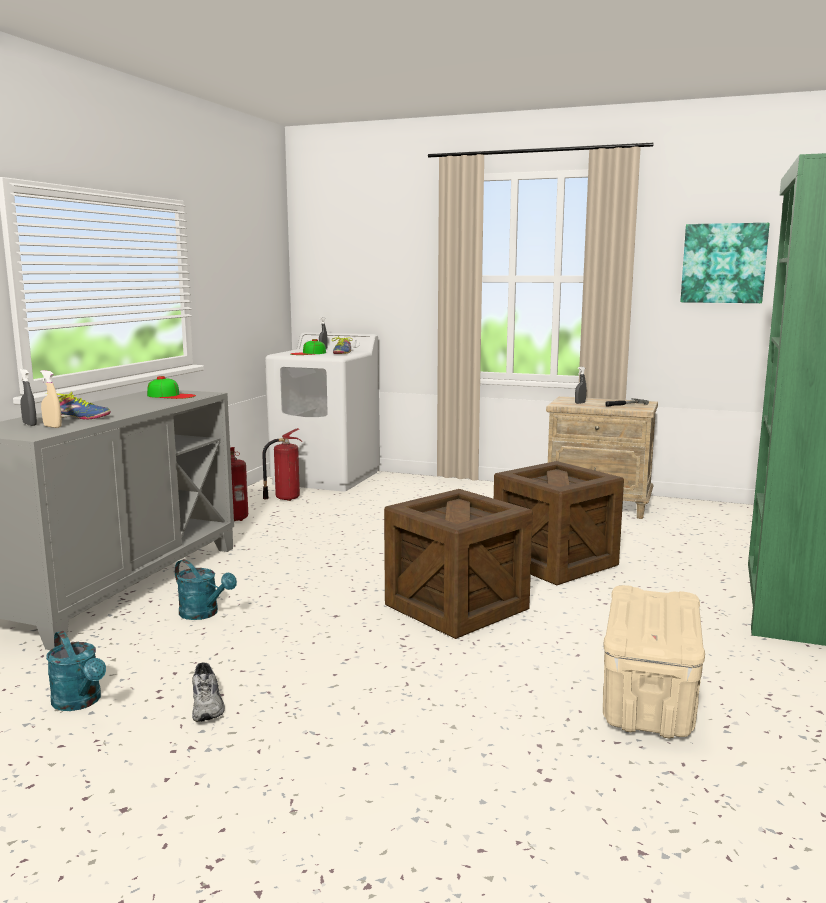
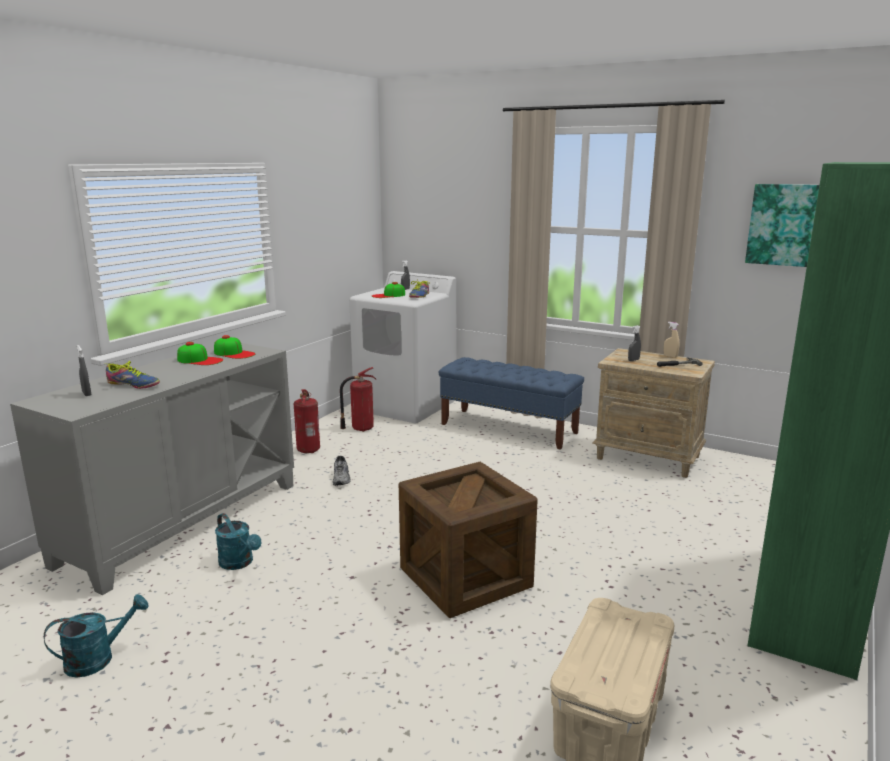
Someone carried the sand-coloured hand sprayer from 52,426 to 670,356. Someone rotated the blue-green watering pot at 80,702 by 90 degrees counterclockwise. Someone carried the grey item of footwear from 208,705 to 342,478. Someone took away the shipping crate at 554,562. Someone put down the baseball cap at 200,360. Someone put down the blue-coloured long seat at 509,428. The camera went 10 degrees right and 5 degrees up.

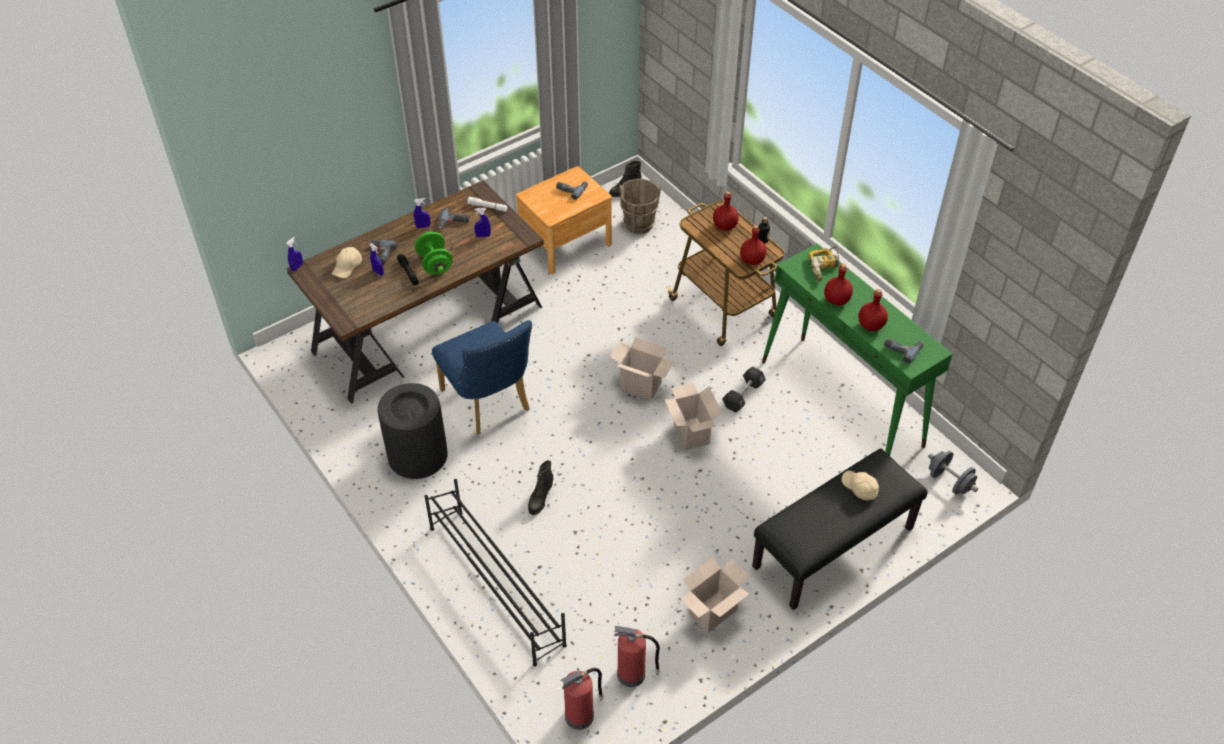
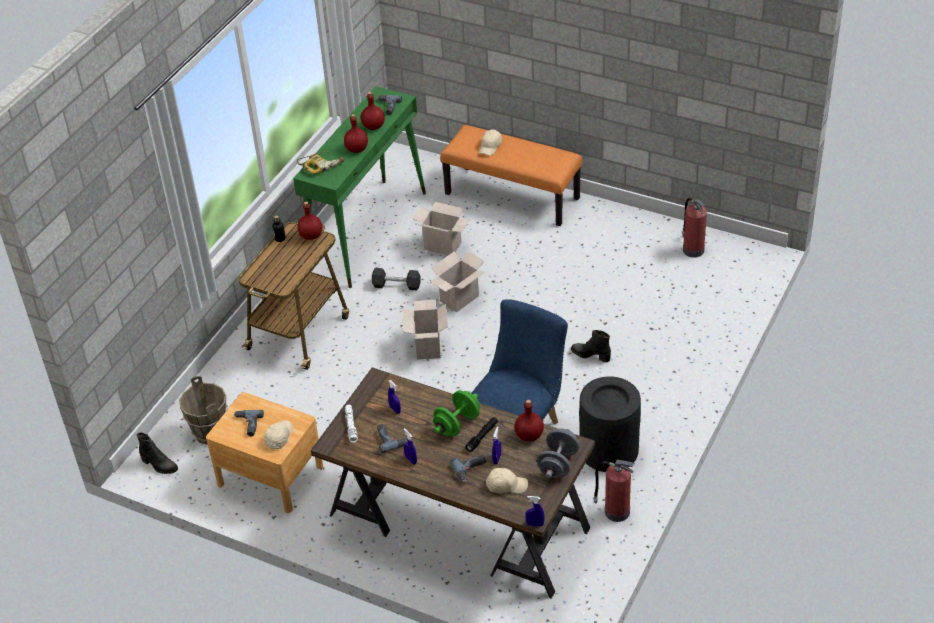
Someone took away the black shoe rack at 496,584. Someone rotated the black boot at 540,498 by 150 degrees counterclockwise. Someone carried the extinguisher from 580,715 to 615,511. Someone carried the packing box from 712,613 to 444,245. Someone carried the red-coloured drink bottle from 725,226 to 529,435. Someone repainted the black long seat at 833,549, which became the orangey long seat at 513,196. Someone carried the grey dumbbell from 949,482 to 558,464. Someone put down the sand-coloured baseball cap at 279,437. The camera went 115 degrees left and 5 degrees down.

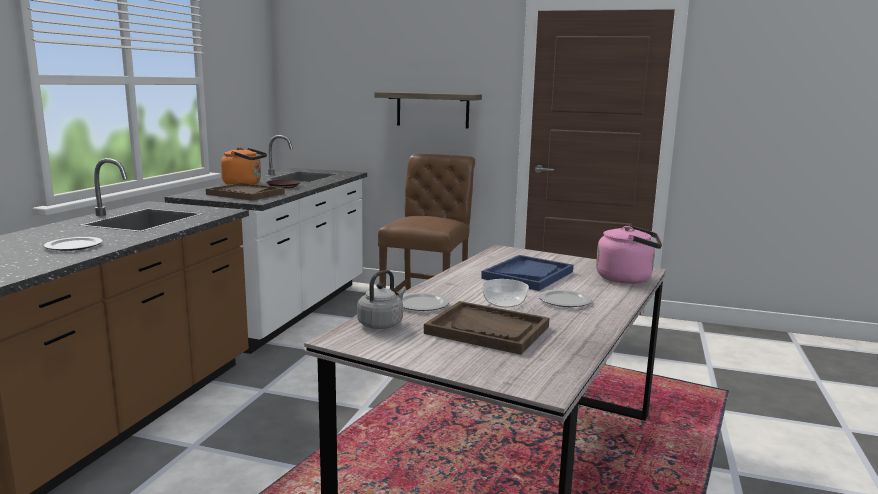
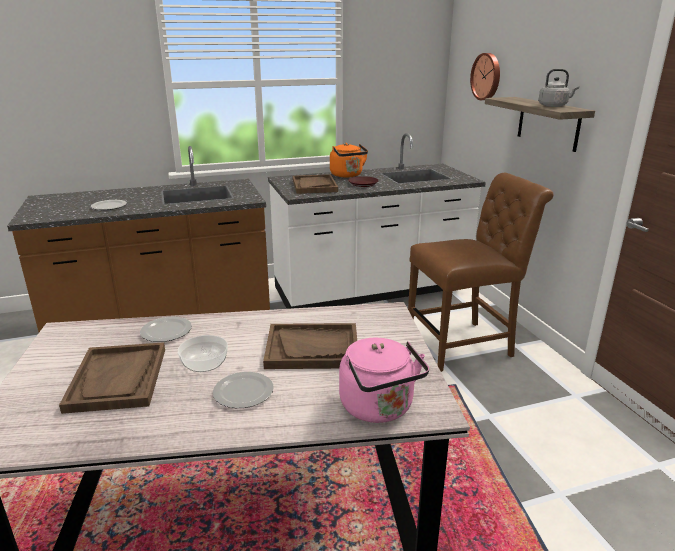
Someone carried the grey kettle from 382,324 to 554,106. Someone repainted the blue-coloured carrying tray at 528,275, which became the brown carrying tray at 312,348. Someone put up the wall clock at 487,76. The camera went 55 degrees right and 10 degrees up.

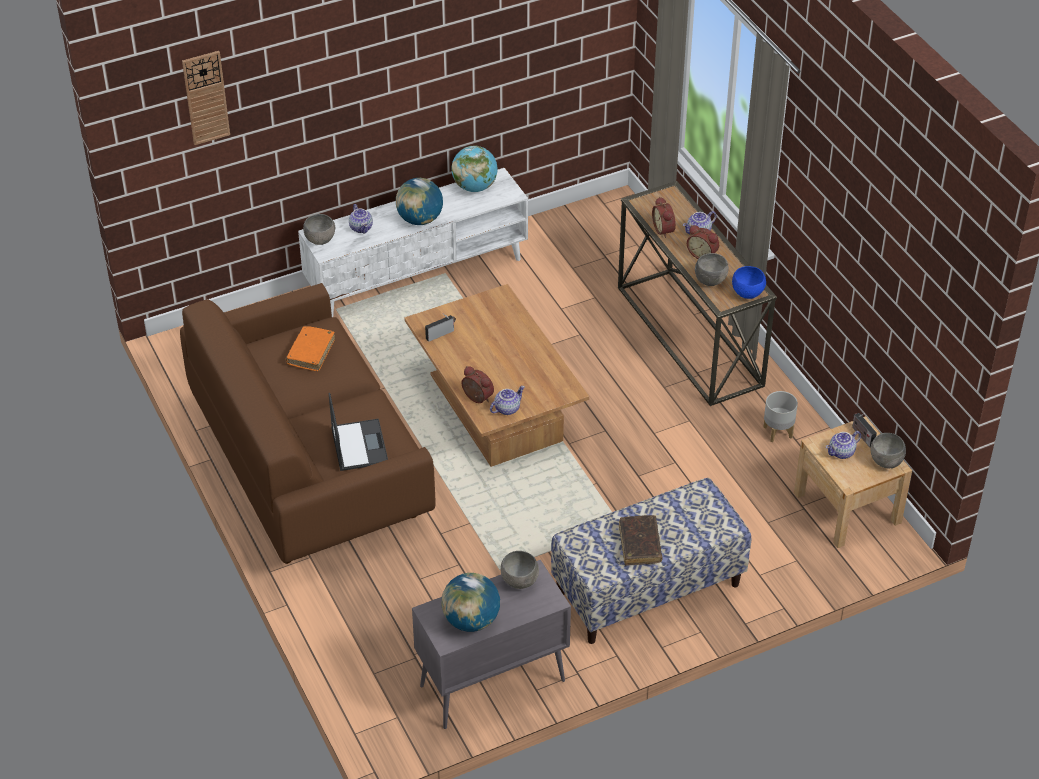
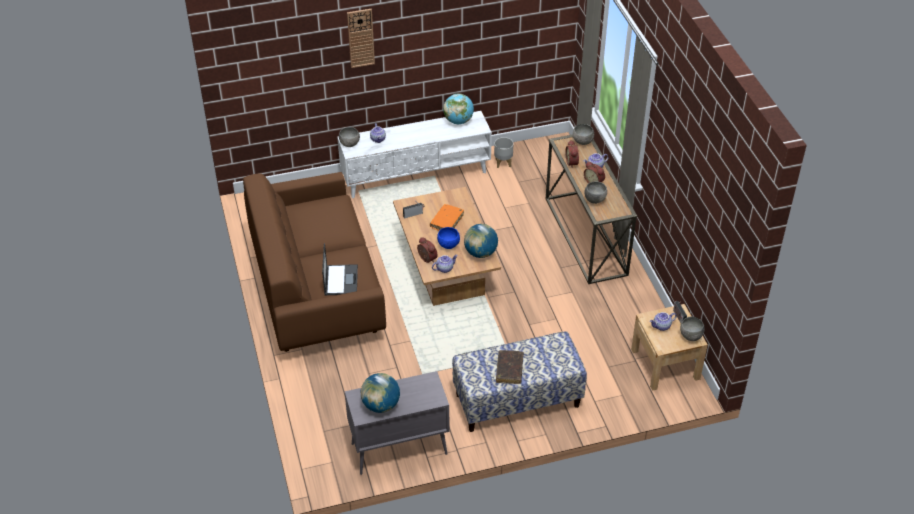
Someone carried the wall clock from 206,97 to 360,38. Someone carried the orangey volume from 311,352 to 446,221. Someone carried the desk globe from 420,219 to 480,253. Someone carried the grey bowl from 520,581 to 583,142. Someone carried the blue-coloured bowl from 748,294 to 448,245. Someone carried the grey plant pot from 778,432 to 503,163. The camera went 10 degrees right and 0 degrees up.

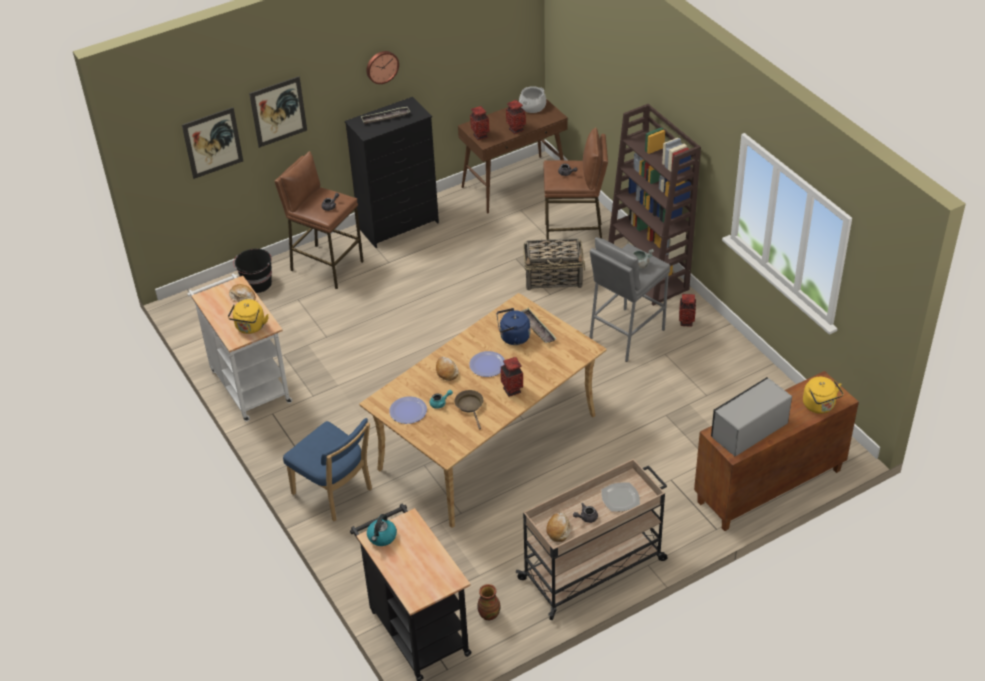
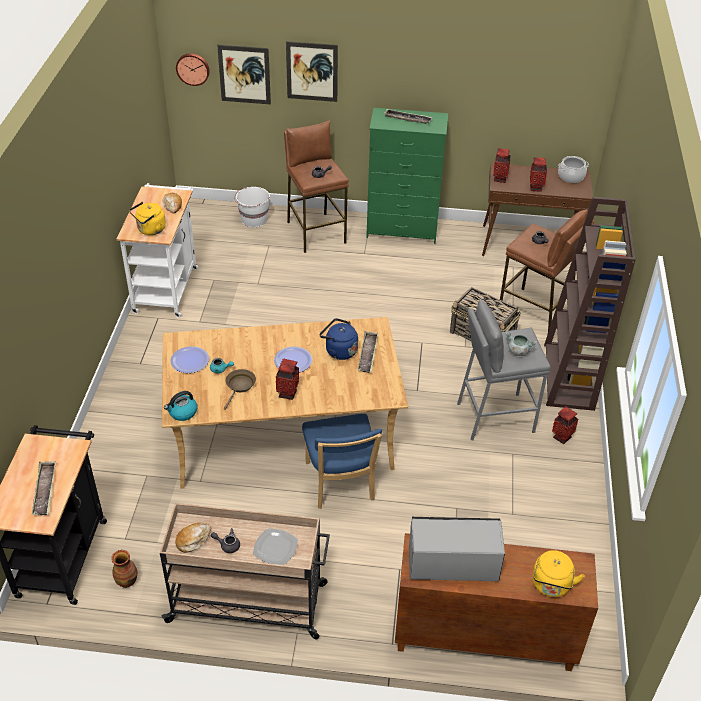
Someone repainted the black water bucket at 257,284, which became the whitish water bucket at 253,219. Someone carried the blue-coloured upright chair from 335,493 to 340,484. Someone repainted the black chest of drawers at 399,225, which became the greenish chest of drawers at 402,230. Someone carried the wall clock from 381,66 to 193,68. Someone carried the kettle from 382,537 to 182,412. Someone took away the bread at 446,371. Someone put down the carrying tray at 45,490. The camera went 35 degrees right and 0 degrees up.

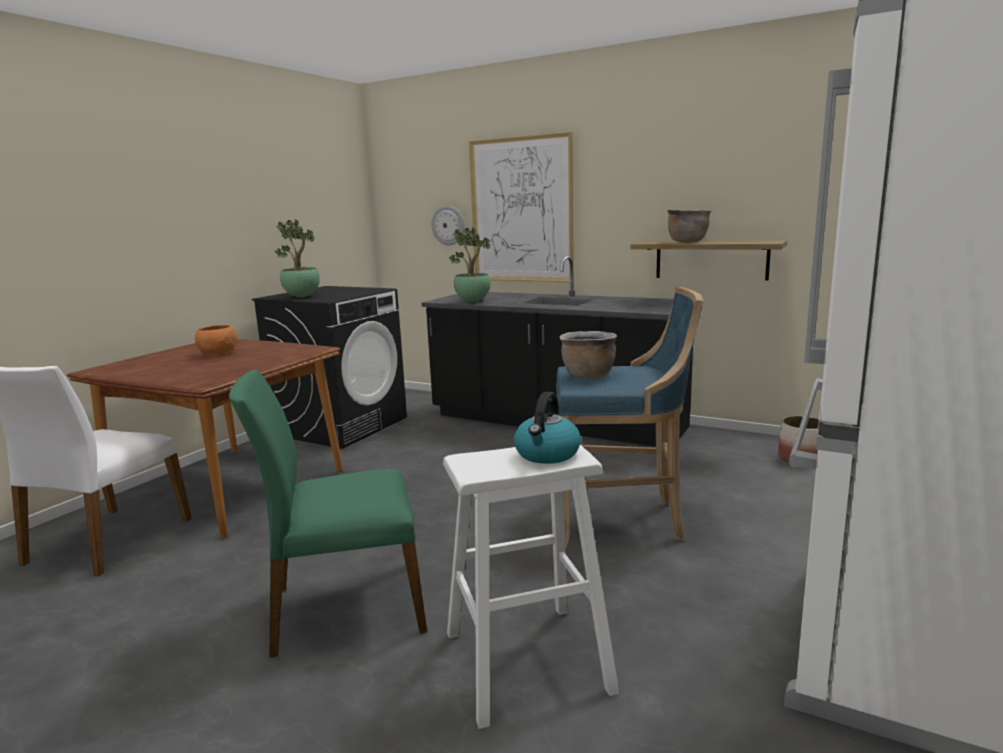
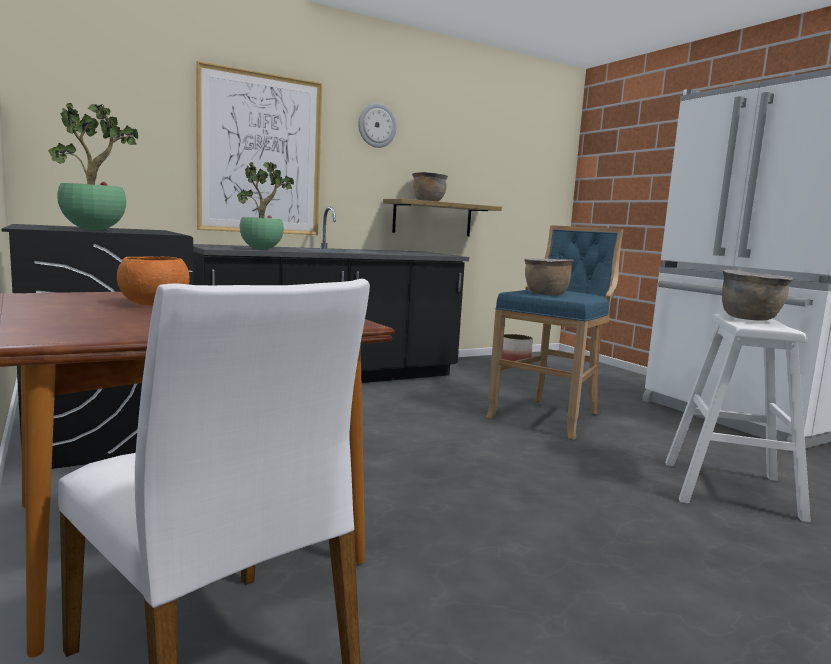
Someone took away the greenish upright chair at 345,607. Someone carried the wall clock from 448,225 to 377,125. Someone swapped the kettle at 547,454 for the brown saucepot at 750,319. The camera went 60 degrees left and 5 degrees down.

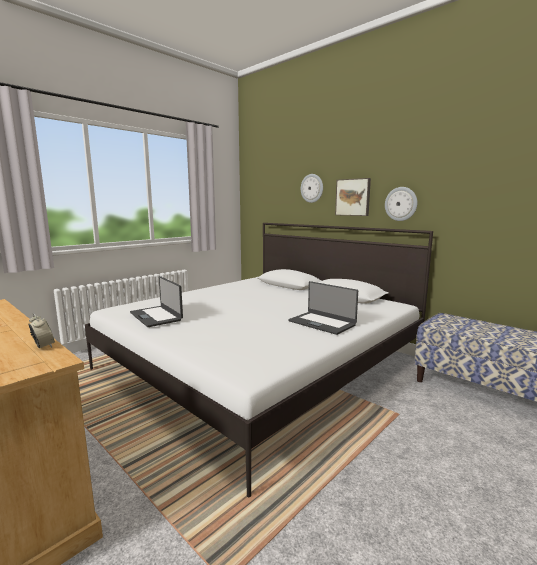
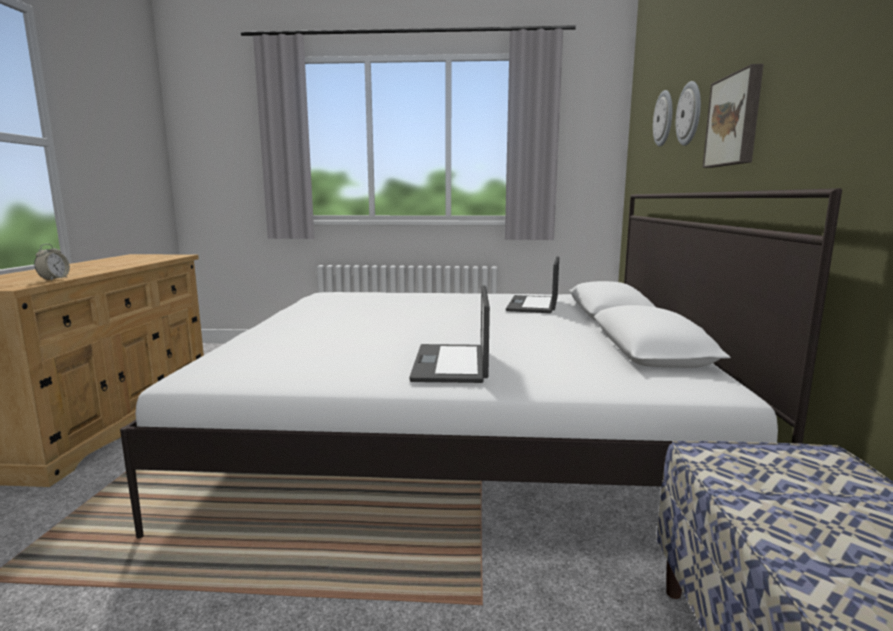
Someone carried the portable computer from 156,316 to 534,305. Someone carried the wall clock from 401,204 to 664,118. The camera went 50 degrees right and 0 degrees up.

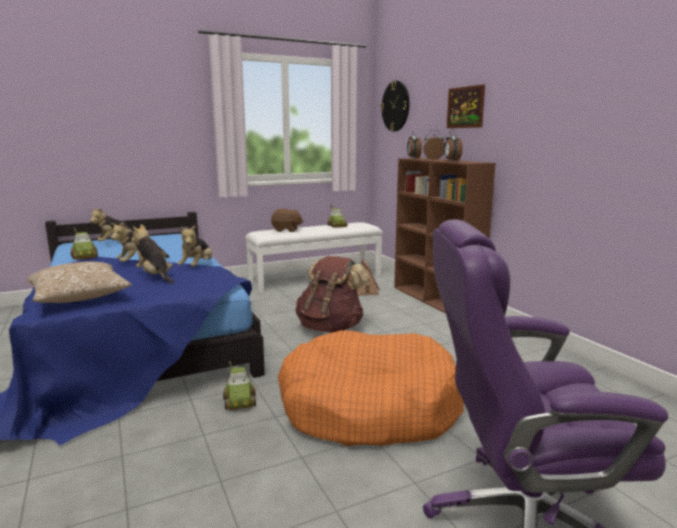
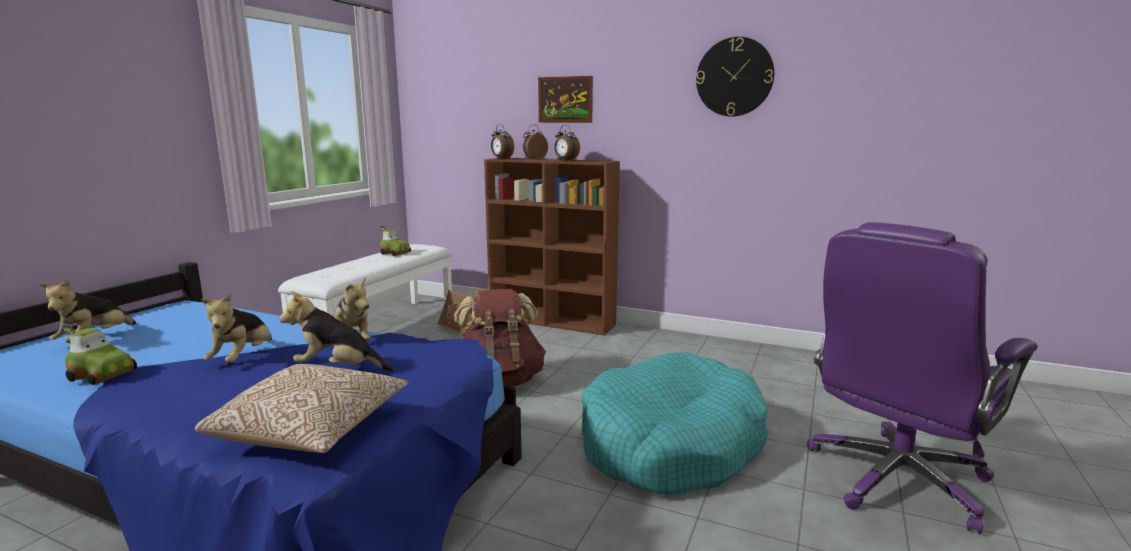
Someone took away the miniature car at 240,402. Someone took away the brown plush toy at 286,230. Someone repainted the orangey pet bed at 369,407, which became the blue-green pet bed at 670,444. Someone carried the wall clock from 395,106 to 734,77. The camera went 40 degrees left and 0 degrees up.

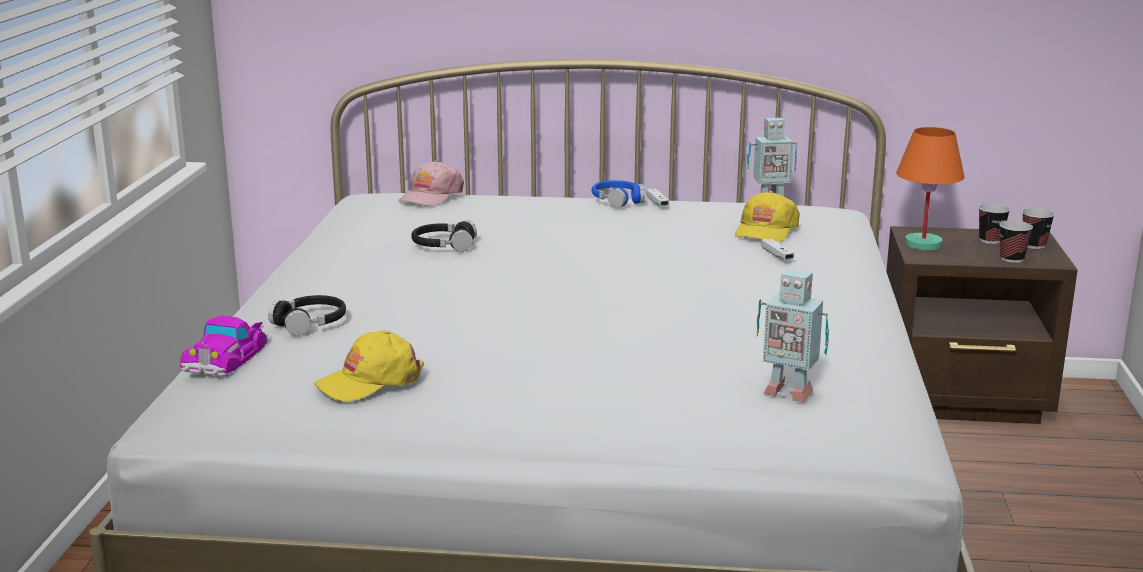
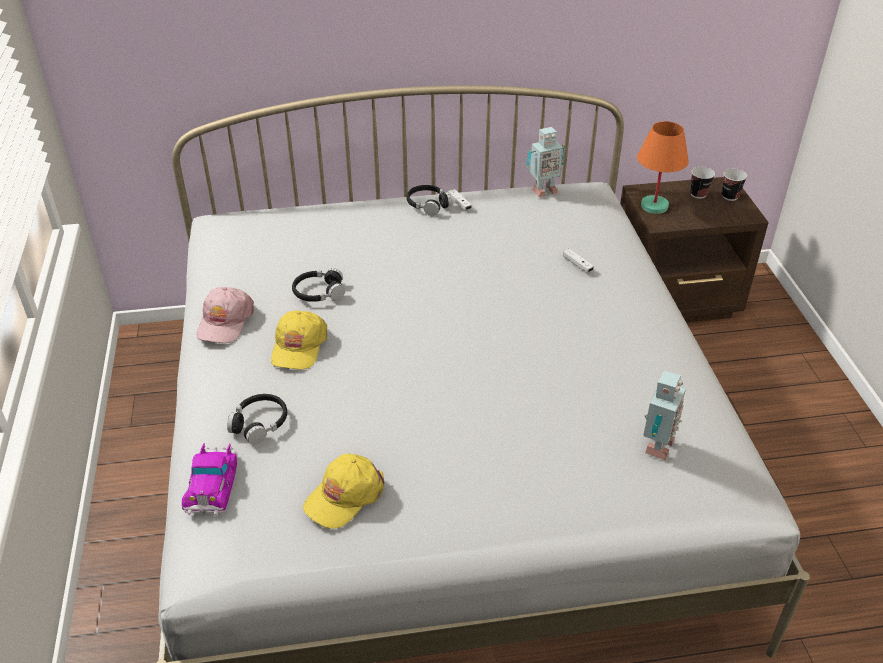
Someone carried the pink-coloured baseball cap from 430,196 to 225,321. Someone repainted the blue-coloured pair of headphones at 618,200, which became the black pair of headphones at 428,205. Someone carried the yellow baseball cap from 765,230 to 298,346. Someone rotated the robot figure at 788,391 by 75 degrees counterclockwise. Someone took away the cup at 1011,259. The camera went 15 degrees left and 20 degrees up.

